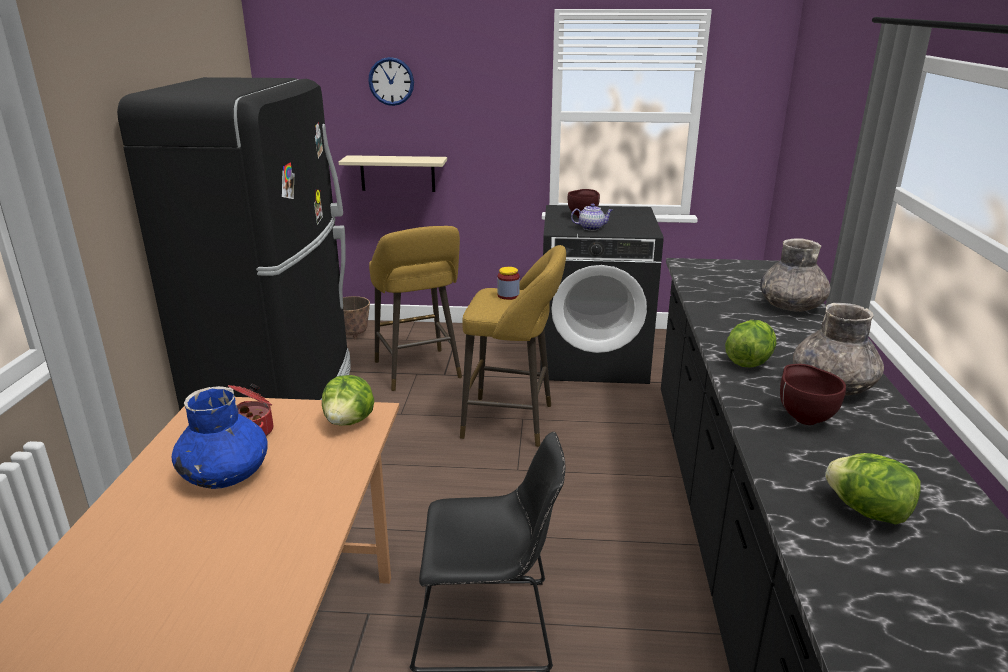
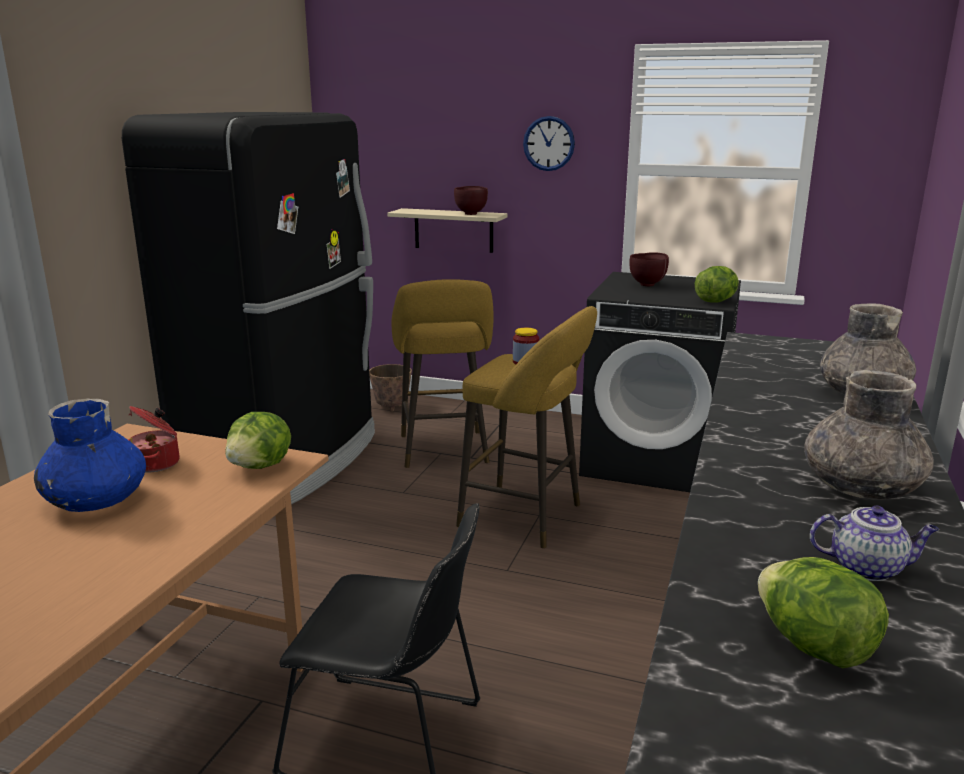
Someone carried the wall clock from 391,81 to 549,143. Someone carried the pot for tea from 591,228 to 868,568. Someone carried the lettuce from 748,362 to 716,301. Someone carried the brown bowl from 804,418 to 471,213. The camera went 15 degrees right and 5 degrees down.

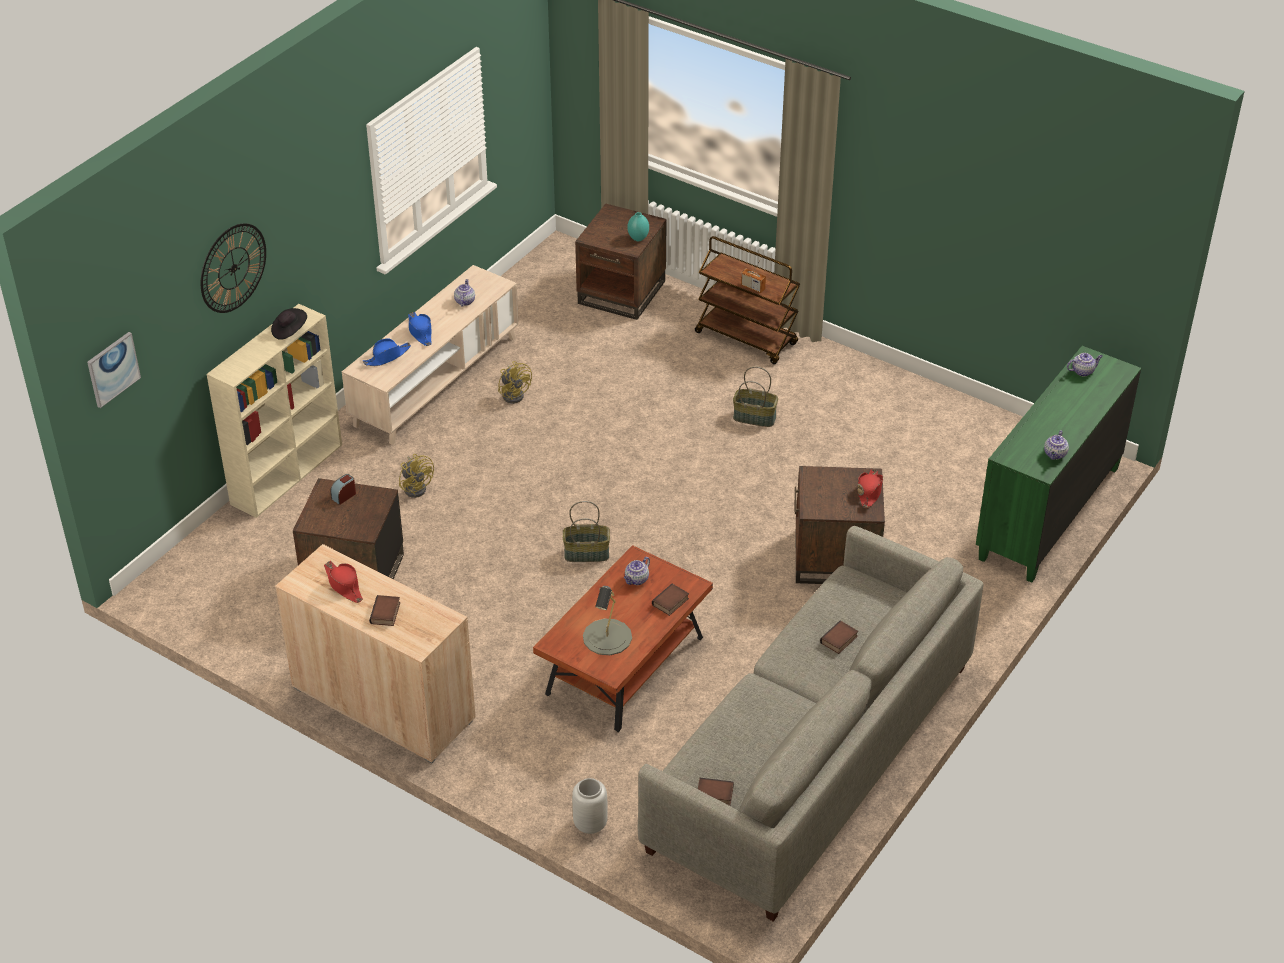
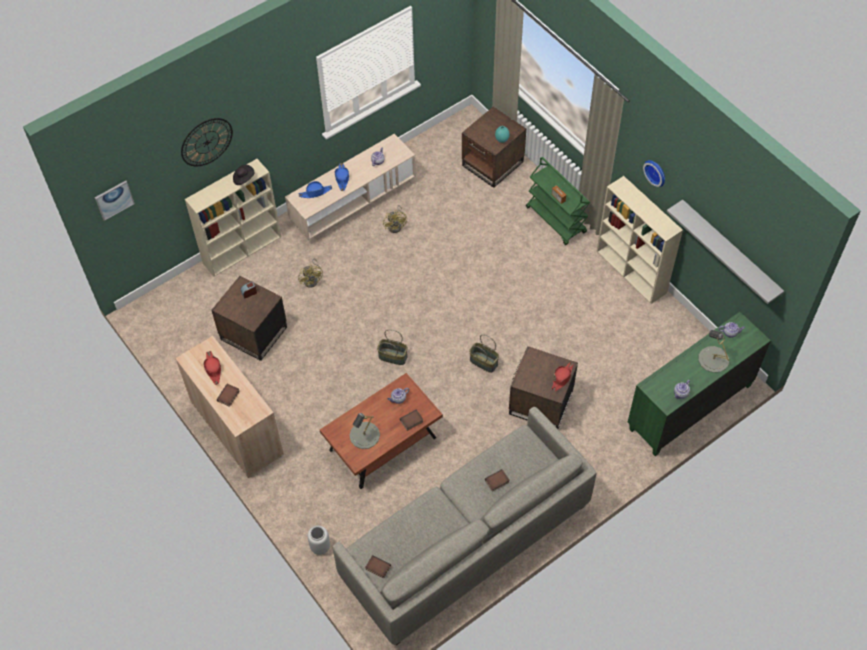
Someone repainted the brown trolley at 747,338, which became the greenish trolley at 556,220. Someone carried the household basket from 755,417 to 484,362. Someone put down the sand-coloured shelving unit at 632,272. Someone put up the wall clock at 656,172. Someone put up the grey wall shelf at 730,251. Someone put down the grey table lamp at 713,359. The camera went 20 degrees right and 15 degrees up.

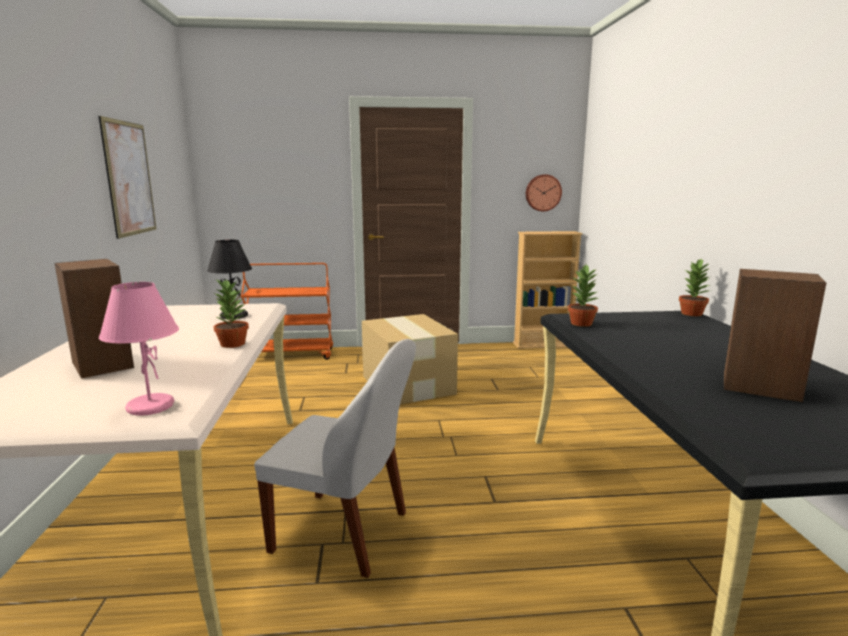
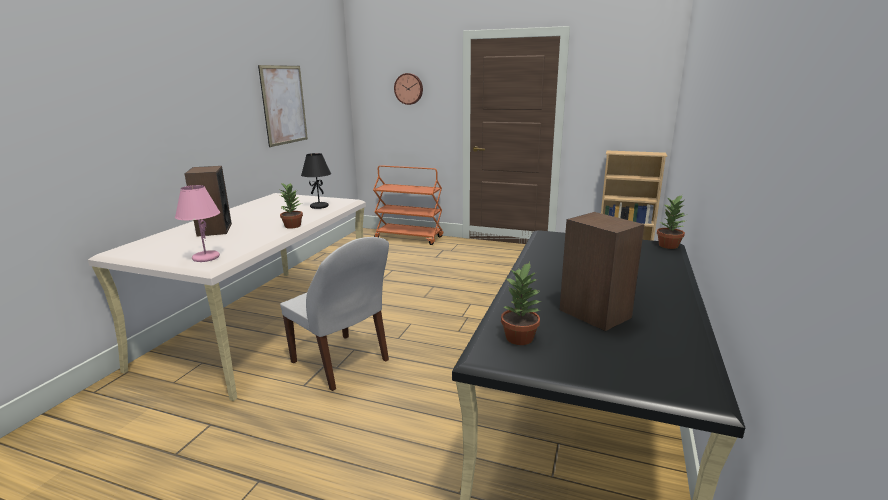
Someone took away the packing box at 408,384. Someone carried the wall clock from 543,193 to 409,89. Someone carried the plant in a pot from 582,323 to 520,338. The camera went 25 degrees right and 5 degrees up.

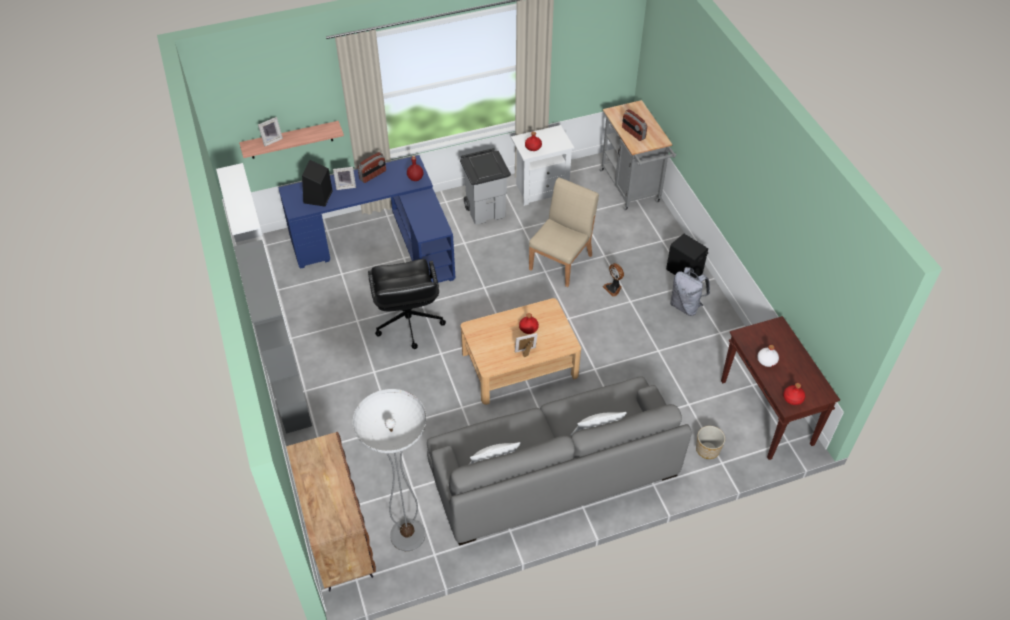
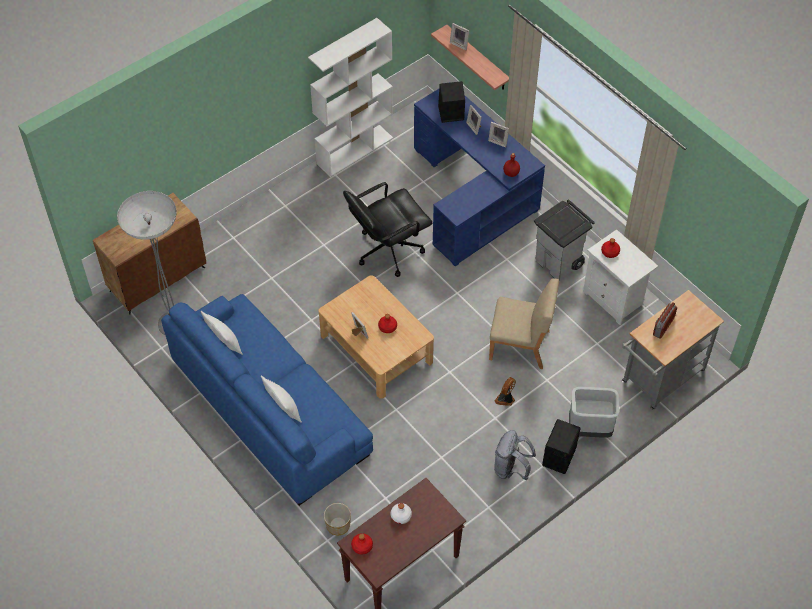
Someone took away the grey shelving unit at 289,392. Someone swapped the radio set at 373,175 for the photo frame at 498,141. Someone repainted the grey sofa at 553,470, which became the blue-coloured sofa at 270,407. Someone put down the grey waste bin at 589,429. The camera went 70 degrees right and 5 degrees up.

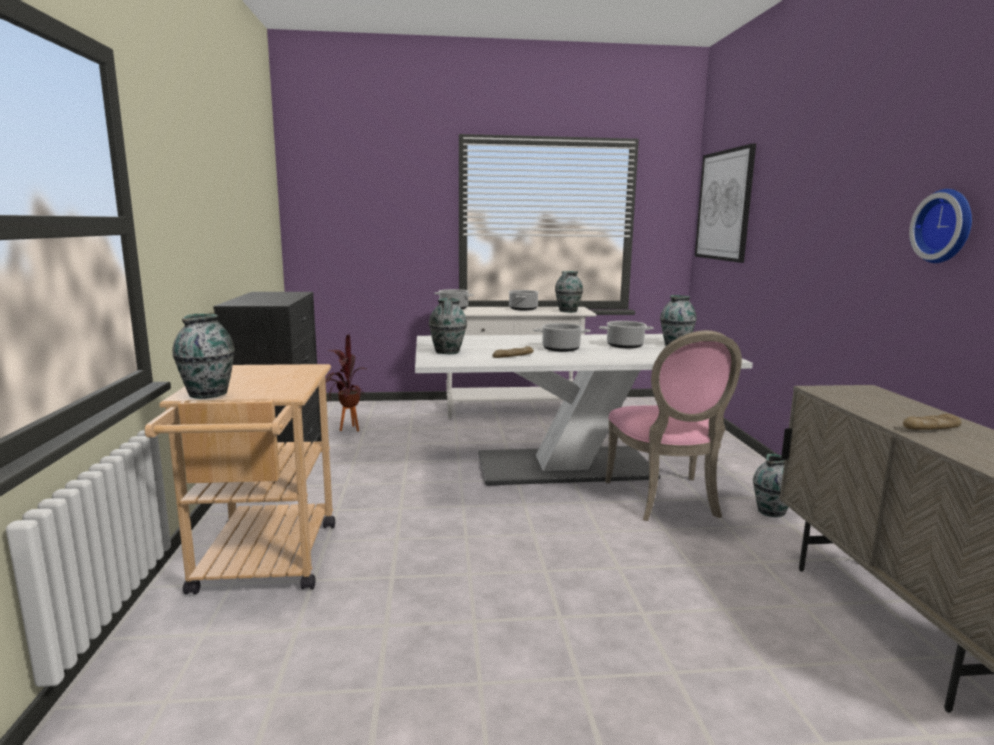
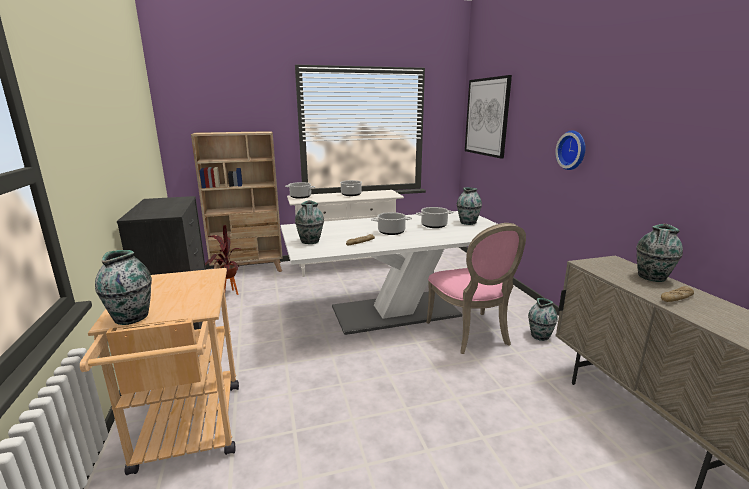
Someone carried the decorative vase from 567,311 to 652,278. Someone carried the wall clock from 946,226 to 573,150. Someone put down the sand-coloured shelving unit at 248,270. The camera went 10 degrees left and 5 degrees up.

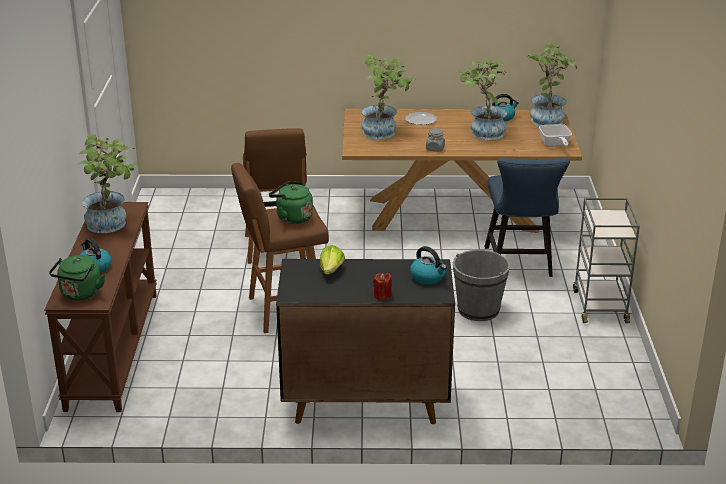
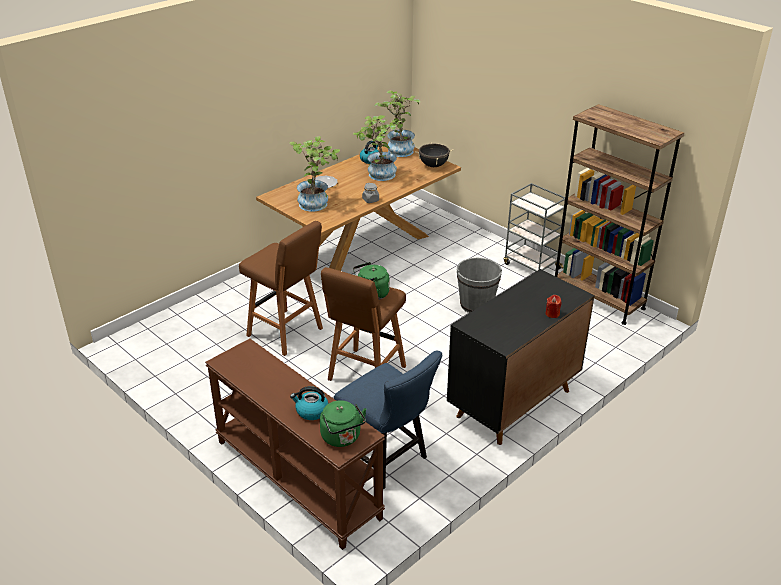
Someone took away the plant in a pot at 112,224. Someone took away the lettuce at 331,270. Someone took away the kettle at 428,277. Someone carried the blue-coloured upright chair from 520,264 to 388,460. Someone swapped the frying pan at 555,144 for the black saucepot at 433,165. Someone put down the brown shelving unit at 598,298. The camera went 45 degrees left and 5 degrees up.

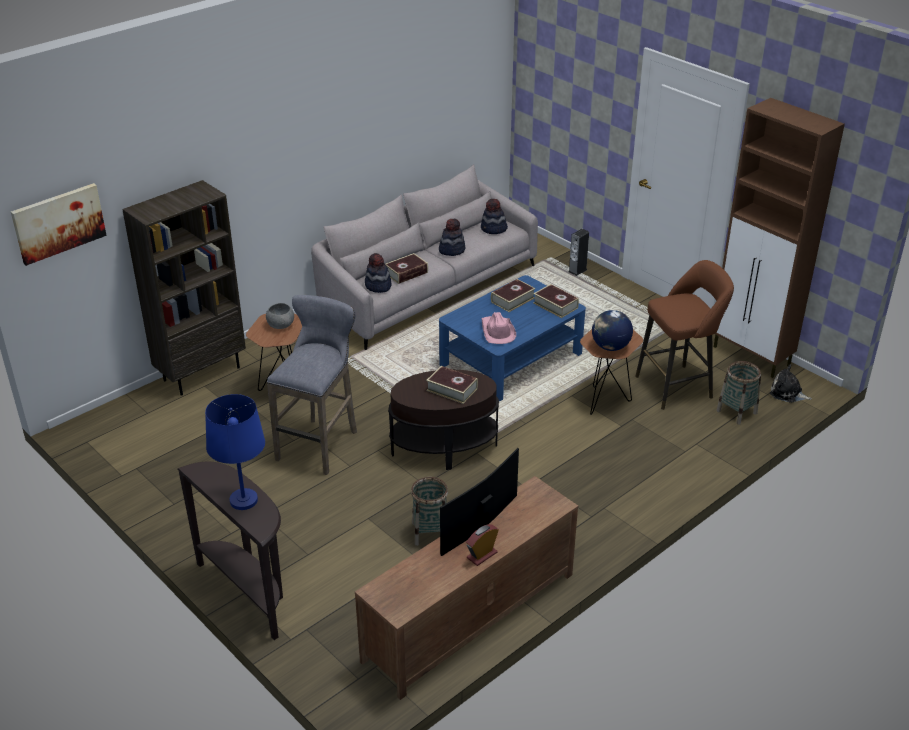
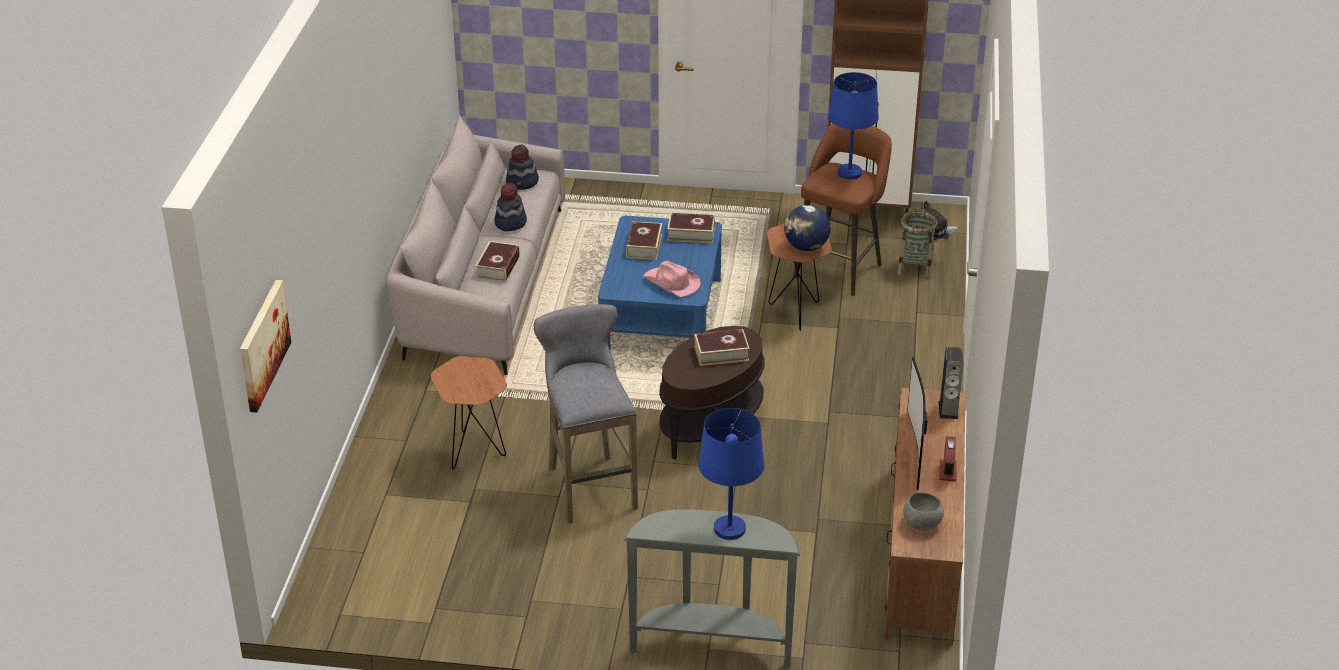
Someone took away the brown shelving unit at 202,373. Someone repainted the brown narrow table at 249,591, which became the grey narrow table at 711,644. Someone carried the grey bowl from 280,325 to 922,523. Someone took away the clothing hat at 378,286. Someone took away the household basket at 430,532. Someone carried the audio speaker from 577,271 to 948,410. Someone put down the blue-coloured table lamp at 850,173. The camera went 40 degrees left and 0 degrees up.

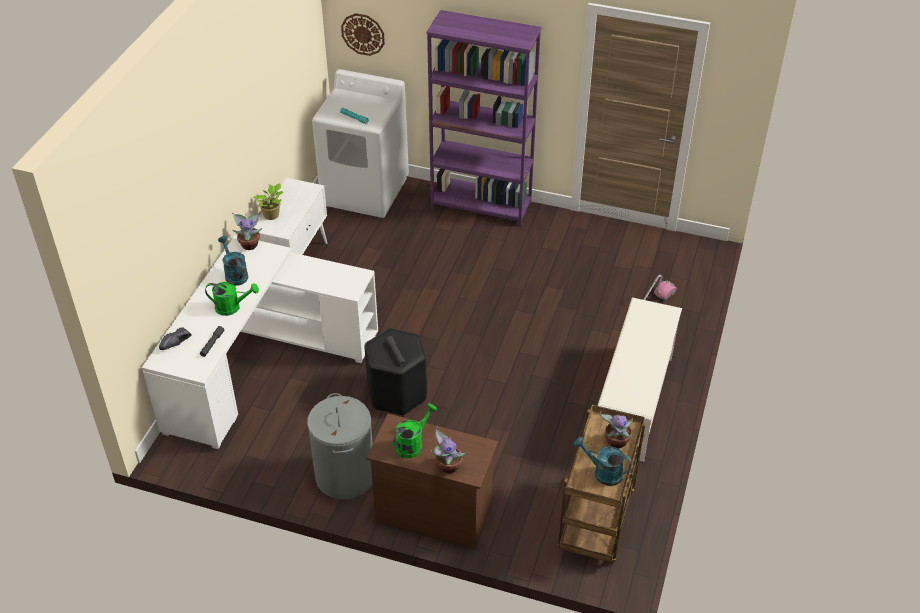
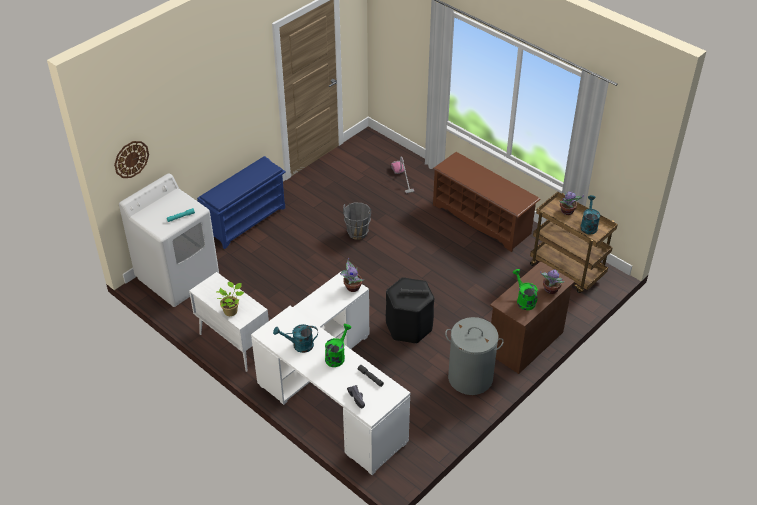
Someone carried the plant in a pot from 250,244 to 352,287. Someone swapped the purplish shelving unit at 481,205 for the blue-coloured shoe rack at 246,221. Someone rotated the blue-green watering pot at 603,473 by 135 degrees clockwise. Someone repainted the whitish shoe rack at 633,403, which became the brown shoe rack at 482,219. Someone put down the grey water bucket at 357,233. The camera went 65 degrees left and 0 degrees up.

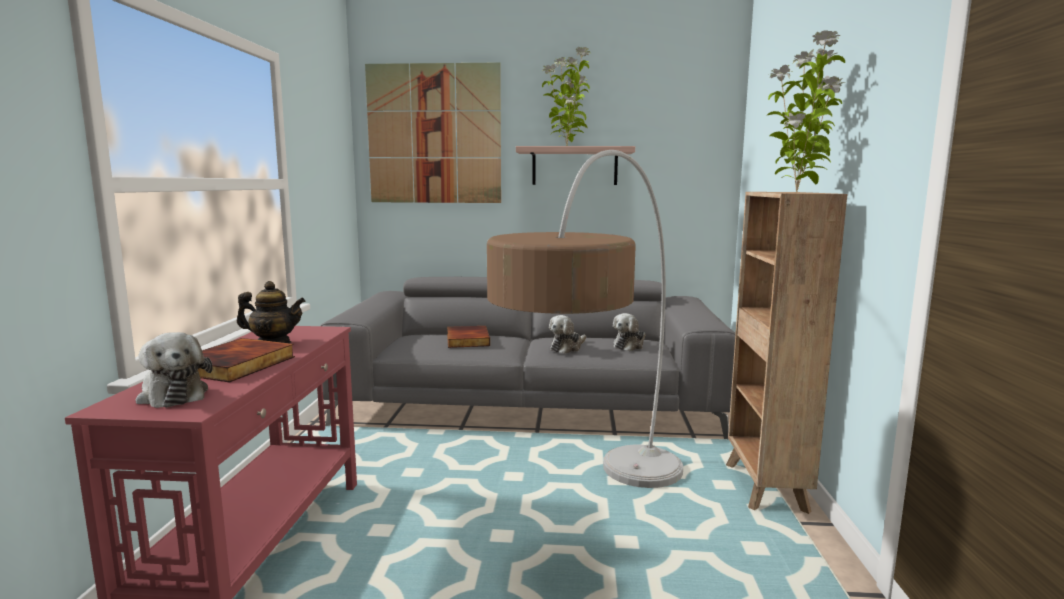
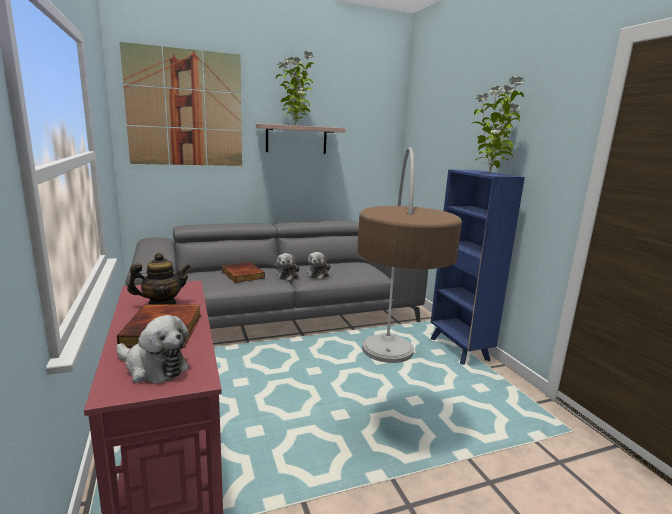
Someone carried the plush toy from 629,345 to 288,275. Someone repainted the brown shelving unit at 765,488, which became the blue-coloured shelving unit at 459,350. The camera went 25 degrees left and 5 degrees up.

